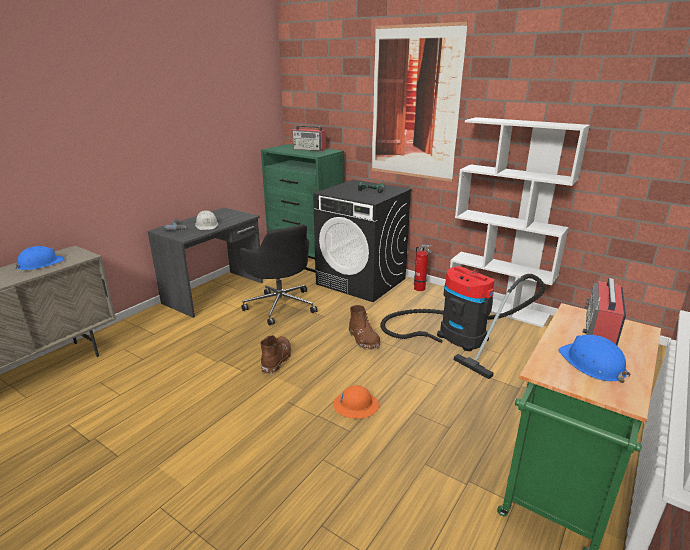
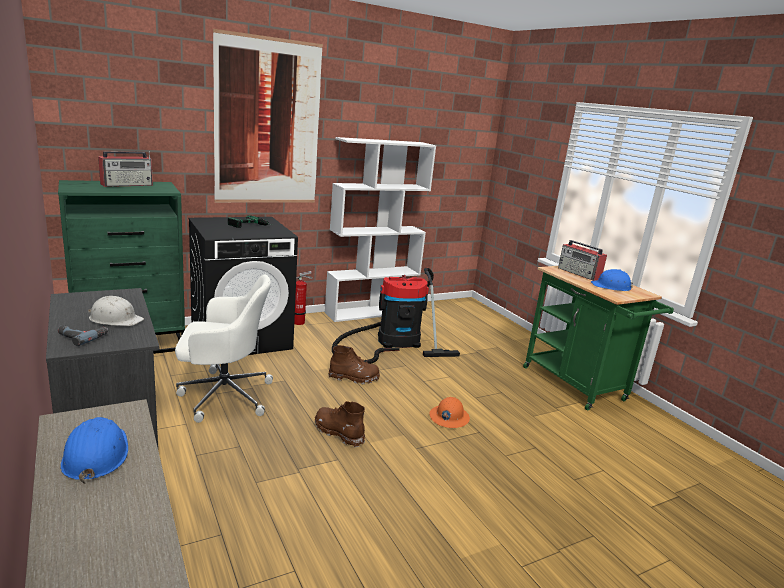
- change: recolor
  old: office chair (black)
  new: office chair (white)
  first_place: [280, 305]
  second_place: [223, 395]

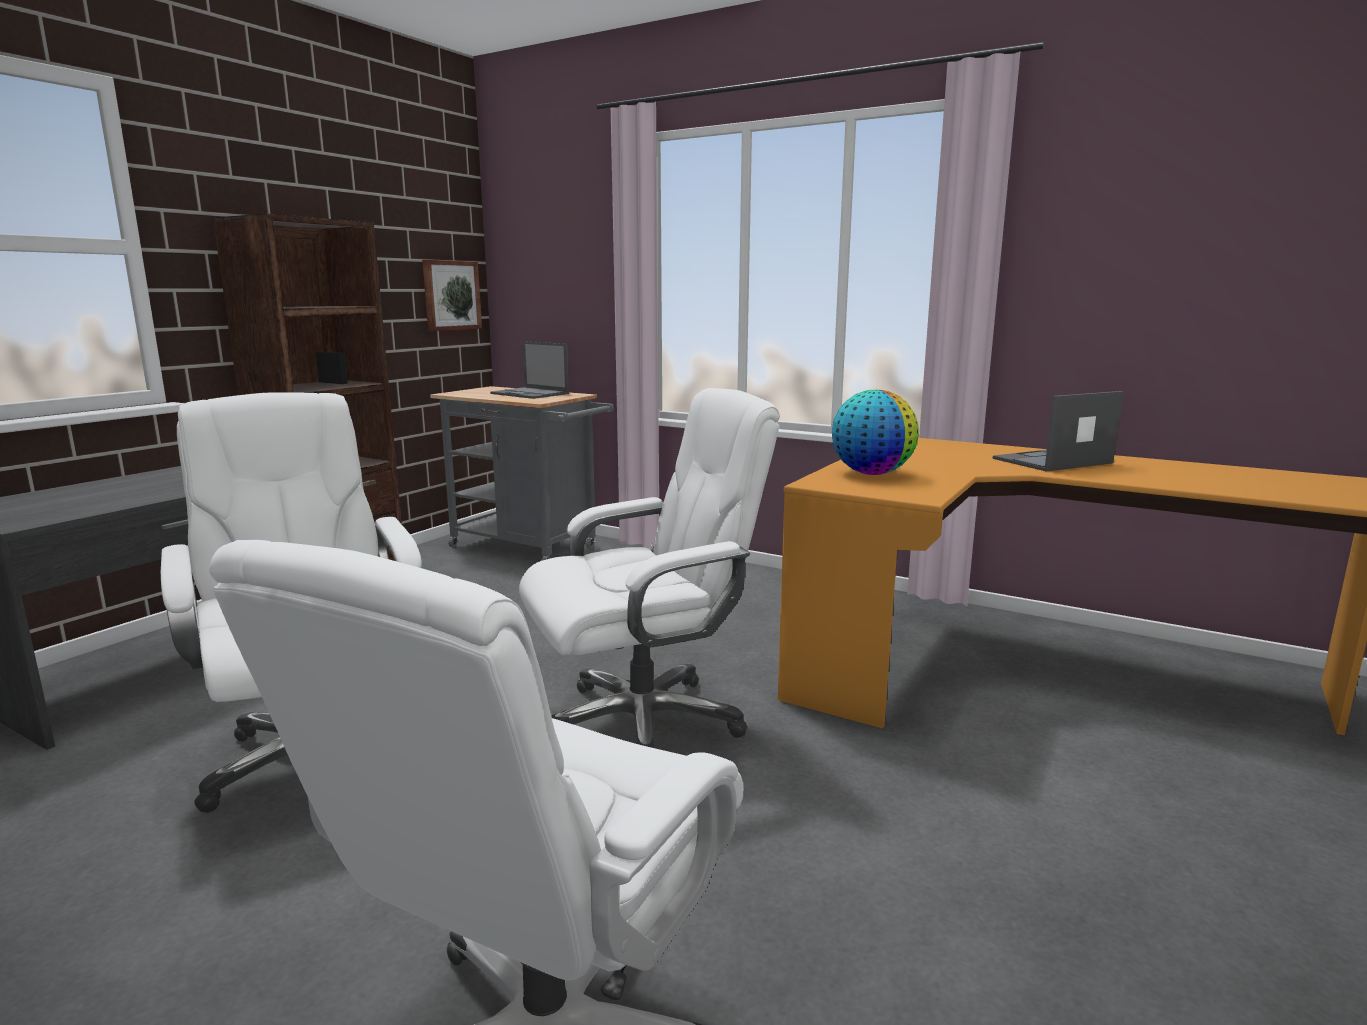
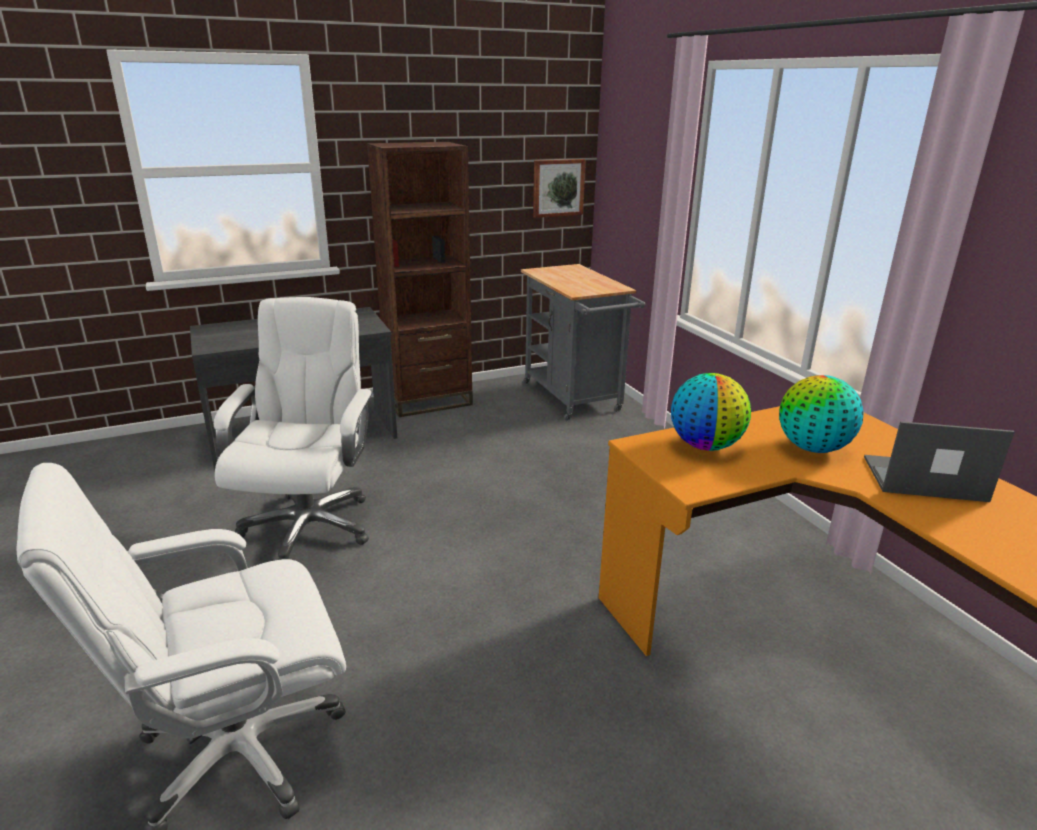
- change: delete
  old: laptop
  first_place: [530, 394]
- change: delete
  old: office chair (white)
  first_place: [644, 723]
- change: insert
  new: globe
  second_place: [812, 448]

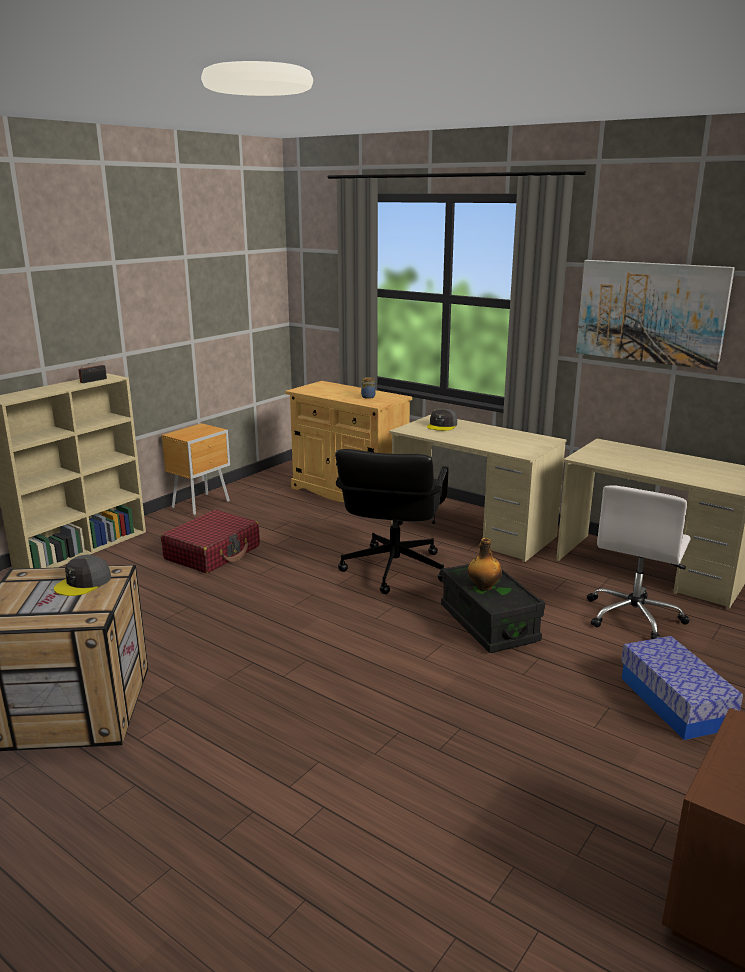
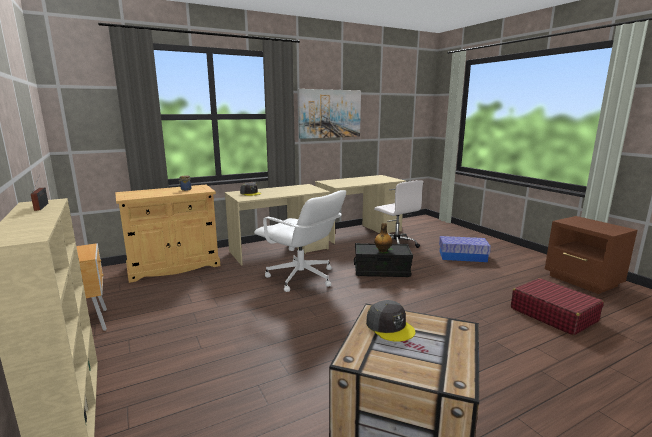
- change: recolor
  old: office chair (black)
  new: office chair (white)
  first_place: [393, 570]
  second_place: [301, 278]
- change: move
  old: suitcase (red)
  first_place: [213, 553]
  second_place: [553, 314]

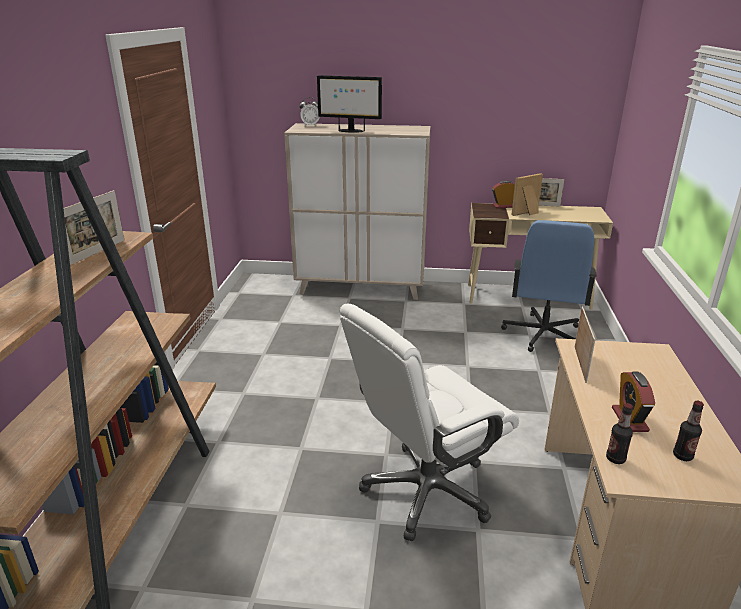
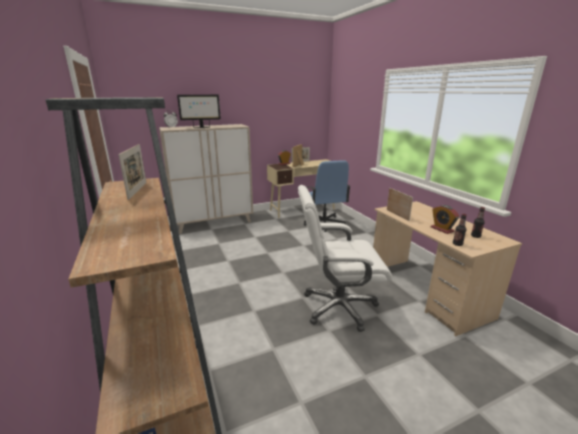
- change: rotate
  old: office chair (white)
  first_place: [426, 491]
  second_place: [338, 307]
  degrees: 60

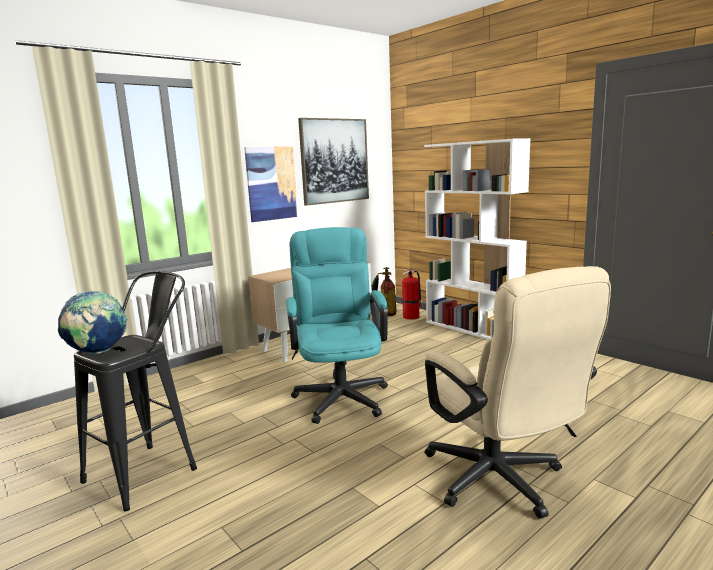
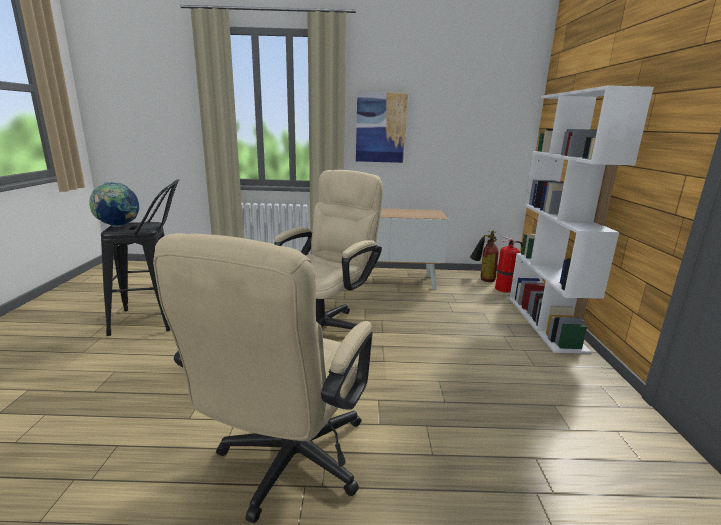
- change: delete
  old: picture
  first_place: [334, 161]
- change: recolor
  old: office chair (turquoise)
  new: office chair (beige)
  first_place: [340, 394]
  second_place: [326, 326]

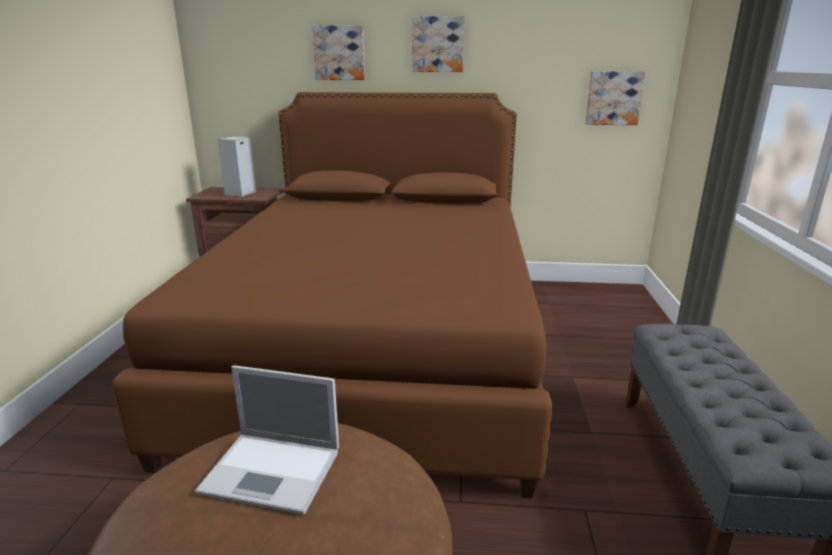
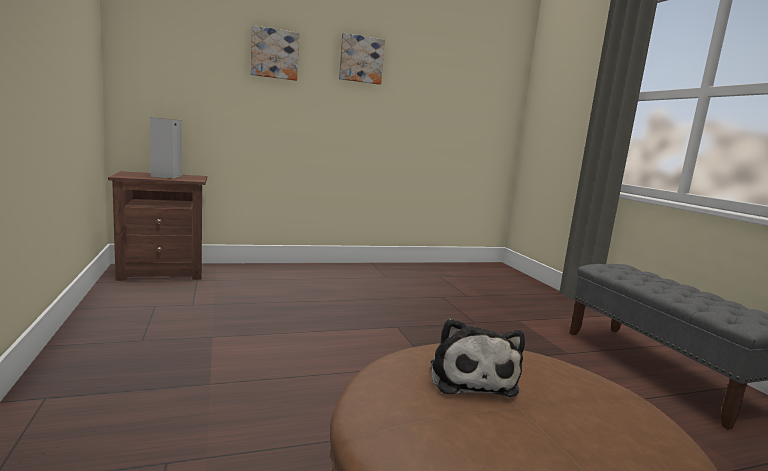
- change: delete
  old: picture
  first_place: [613, 98]
- change: delete
  old: bed (brown)
  first_place: [375, 348]
- change: replace
  old: laptop
  new: plush toy
  first_place: [274, 471]
  second_place: [471, 377]

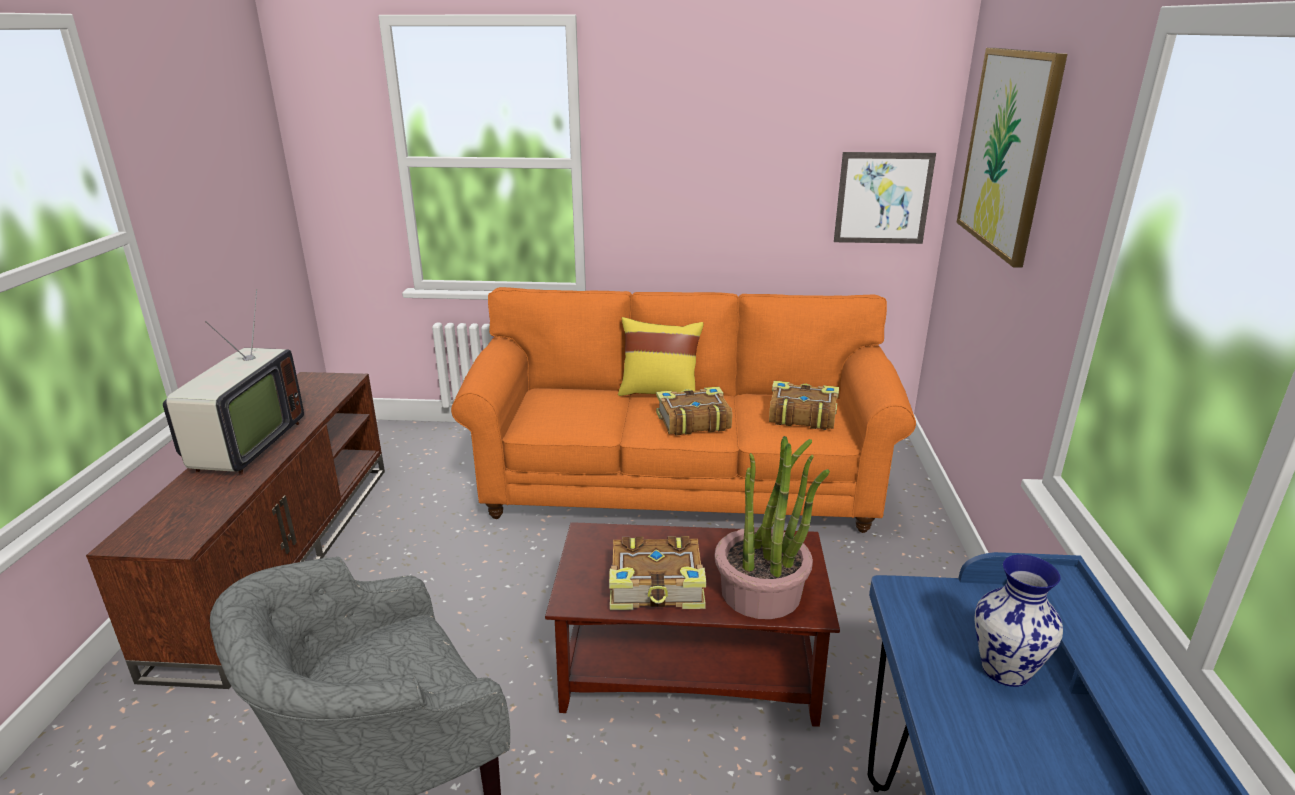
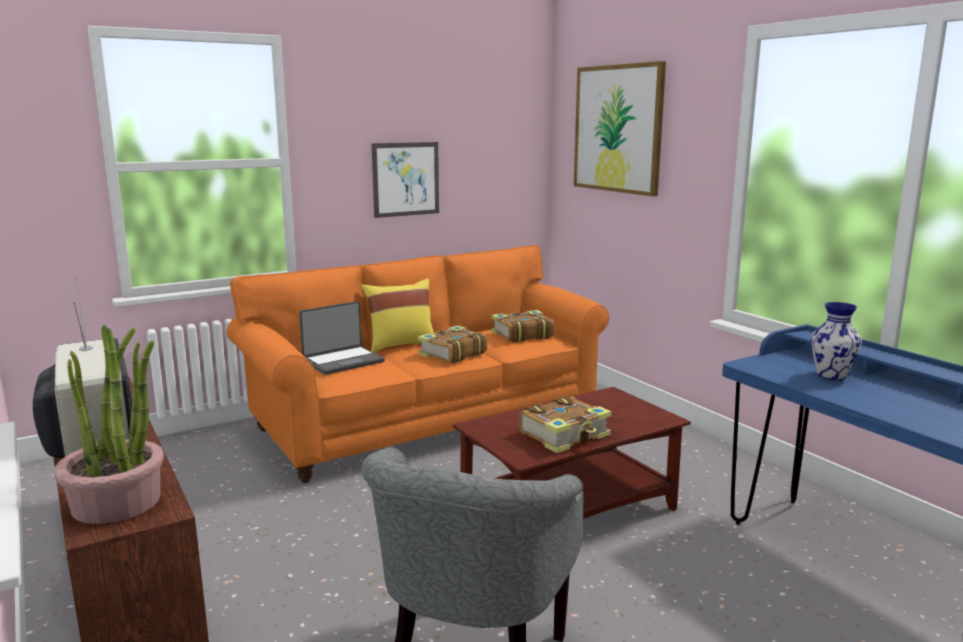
- change: move
  old: picture
  first_place: [883, 198]
  second_place: [406, 179]
- change: move
  old: potted plant
  first_place: [761, 592]
  second_place: [117, 502]
- change: insert
  new: laptop
  second_place: [343, 361]

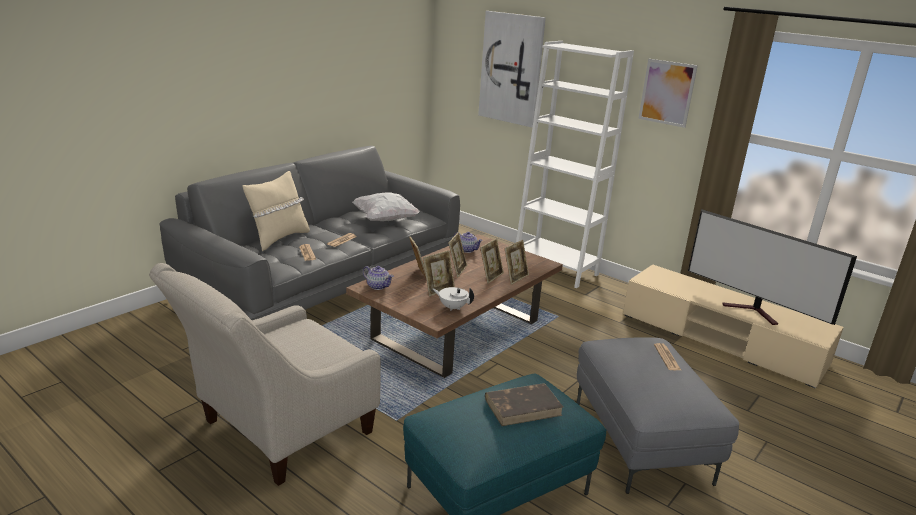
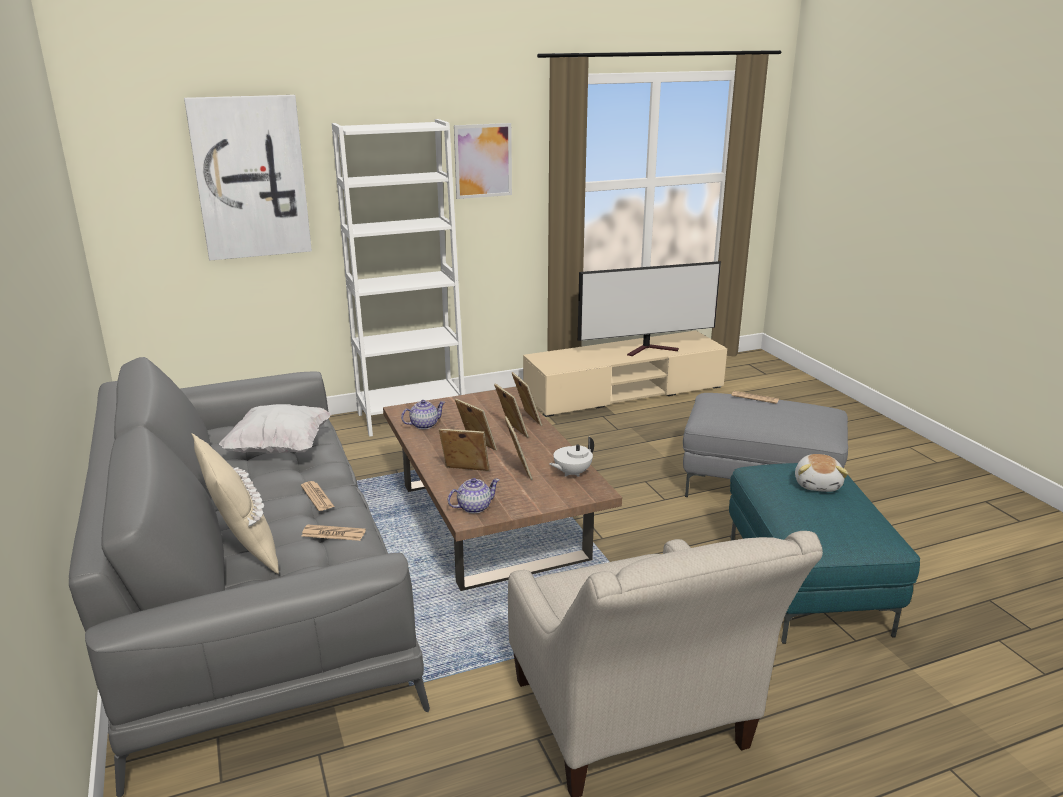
- change: replace
  old: book (brown)
  new: plush toy
  first_place: [523, 407]
  second_place: [818, 484]

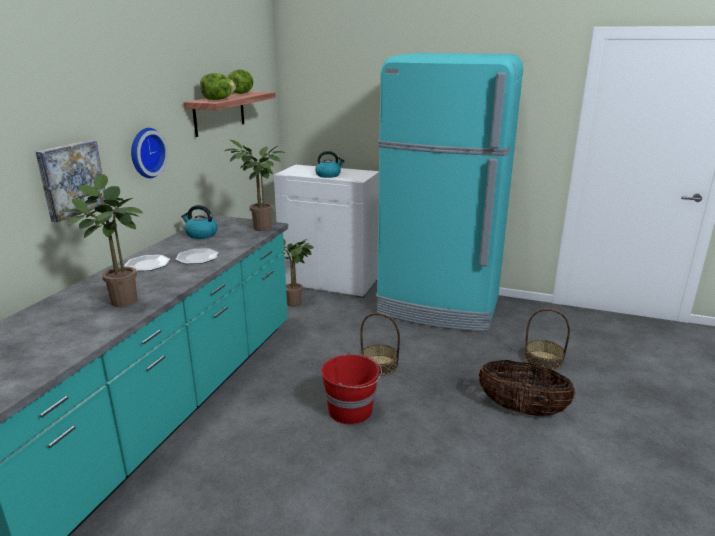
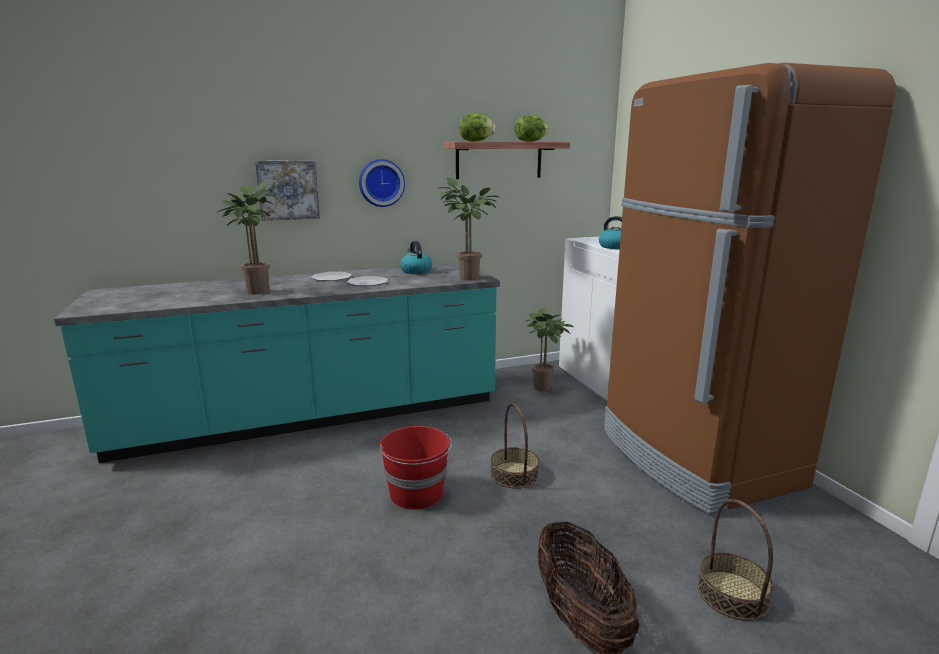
- change: recolor
  old: fridge (turquoise)
  new: fridge (brown)
  first_place: [439, 306]
  second_place: [696, 458]

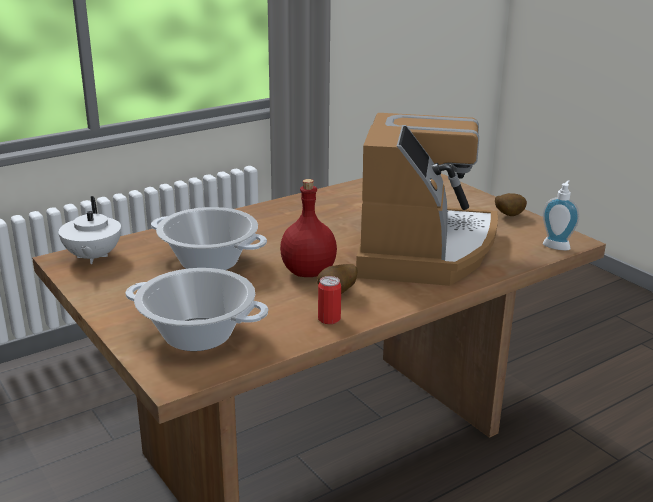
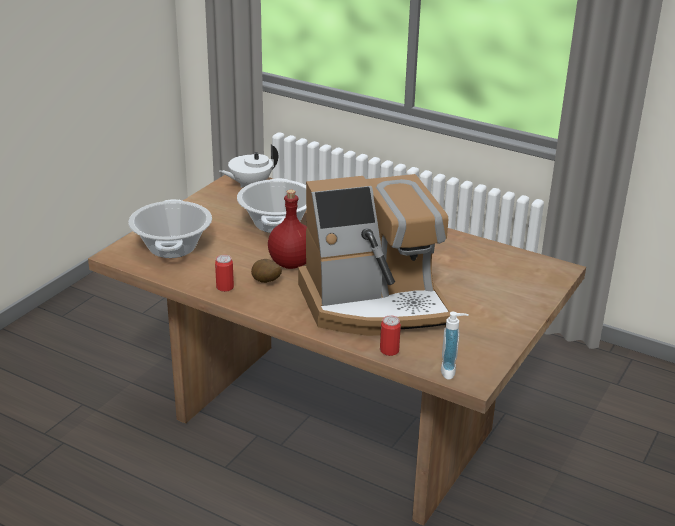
- change: delete
  old: potato
  first_place: [508, 215]
- change: insert
  new: can
  second_place: [389, 350]

